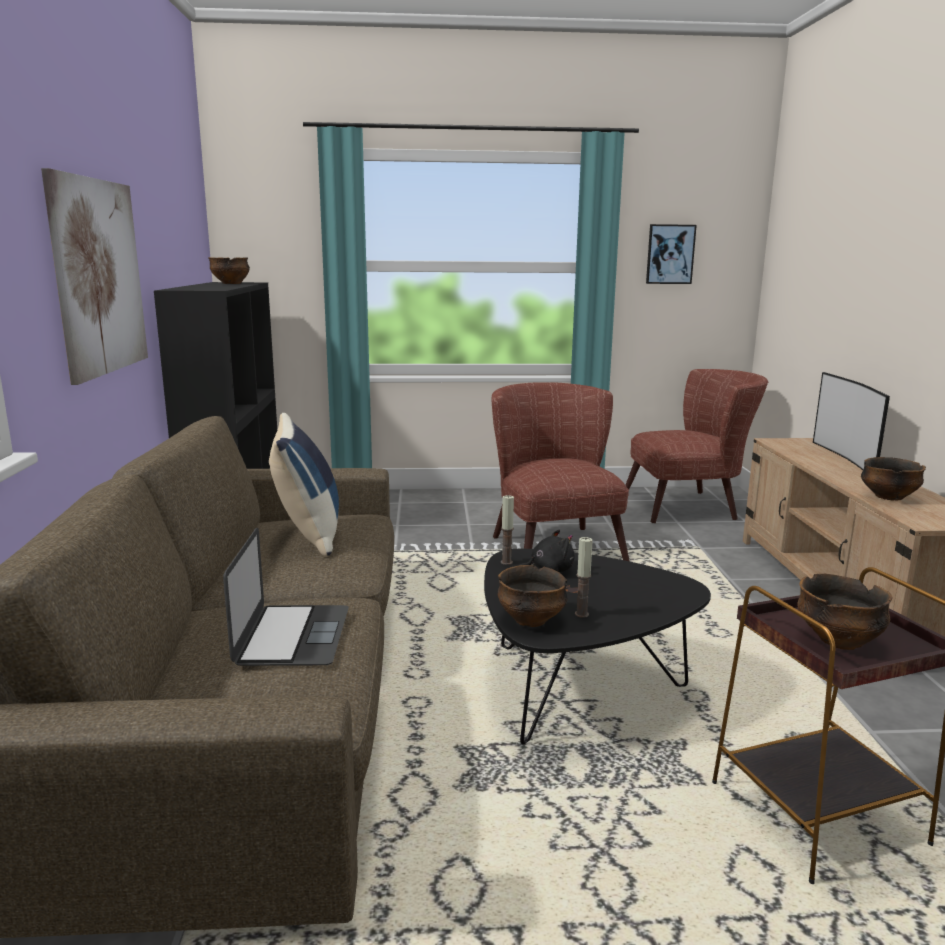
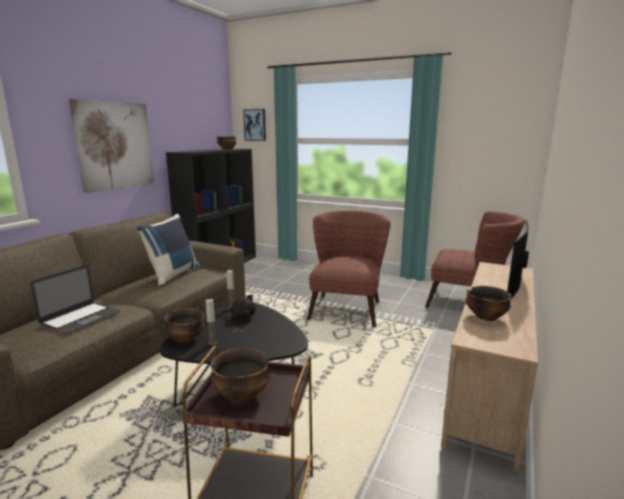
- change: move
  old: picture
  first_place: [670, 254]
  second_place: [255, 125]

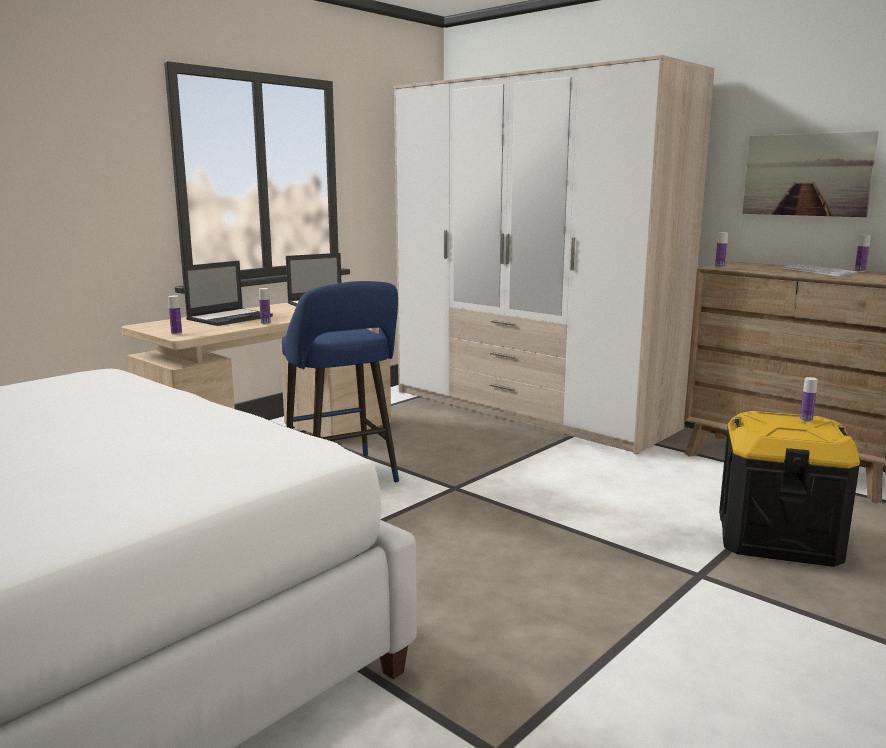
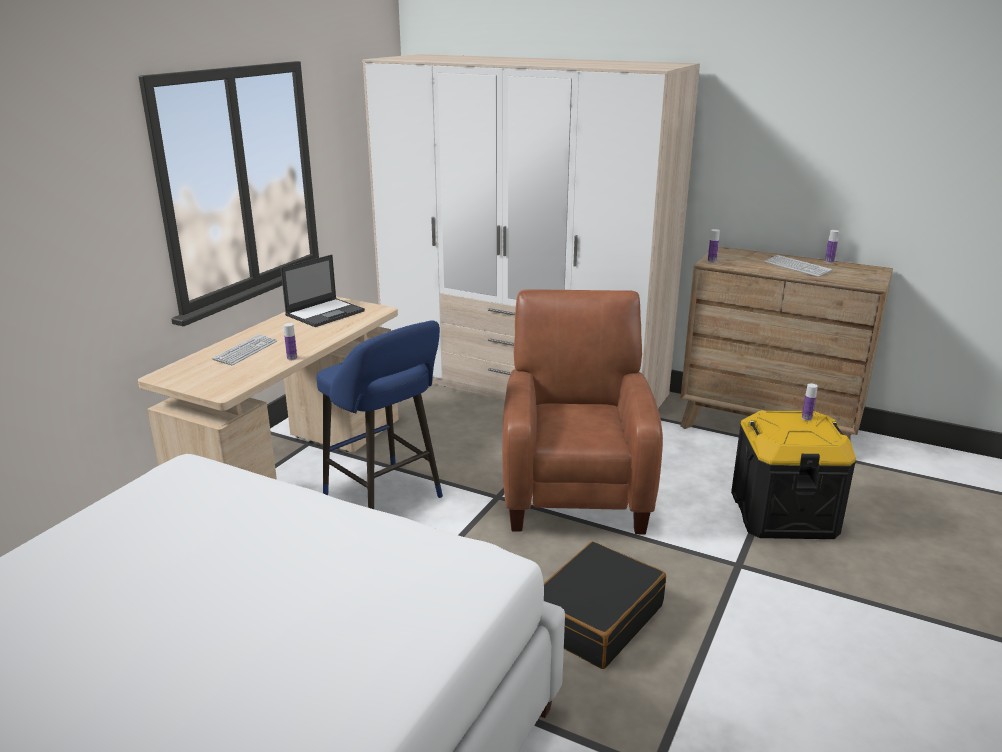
- change: delete
  old: picture
  first_place: [807, 175]
- change: replace
  old: laptop
  new: keyboard
  first_place: [230, 318]
  second_place: [246, 351]
- change: delete
  old: bottle
  first_place: [176, 333]
- change: insert
  new: armchair (brown)
  second_place: [575, 487]
- change: insert
  new: suitcase (black)
  second_place: [595, 617]

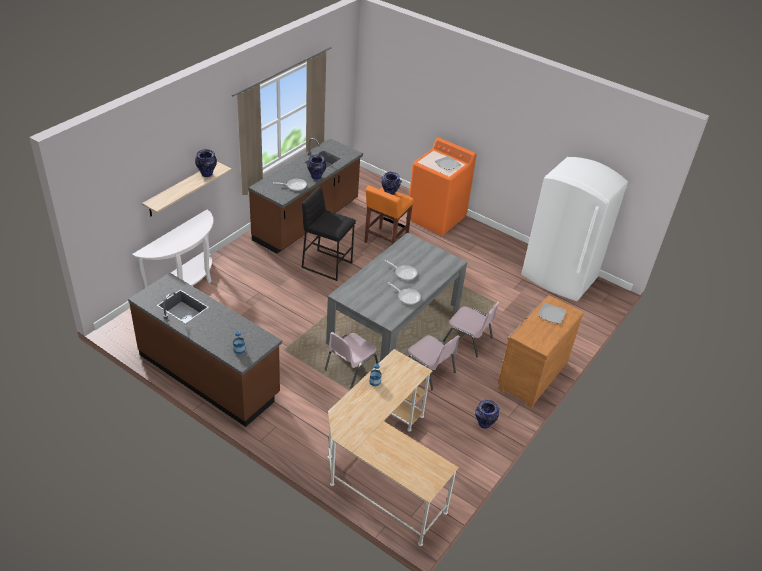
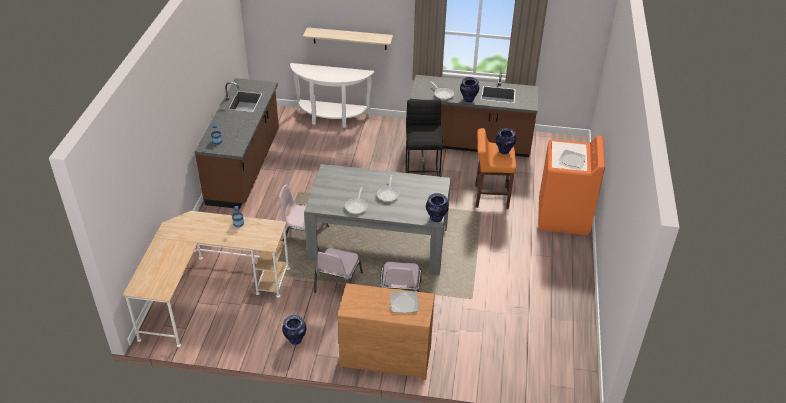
- change: move
  old: vase
  first_place: [207, 174]
  second_place: [436, 219]
- change: delete
  old: fridge (white)
  first_place: [559, 278]

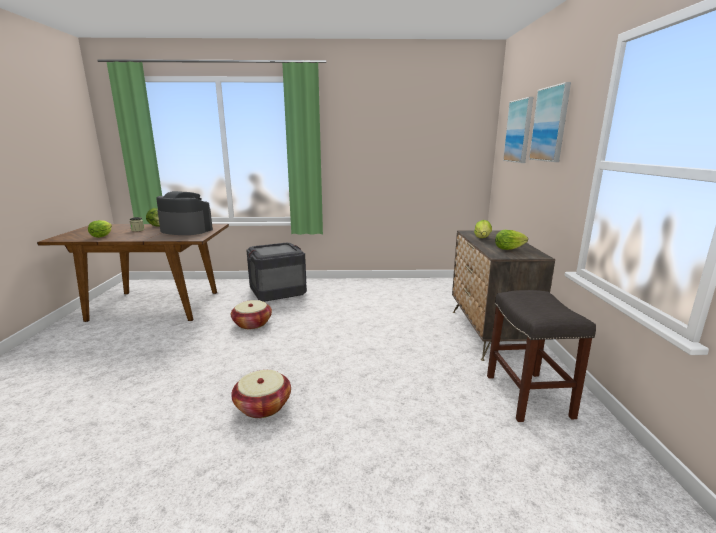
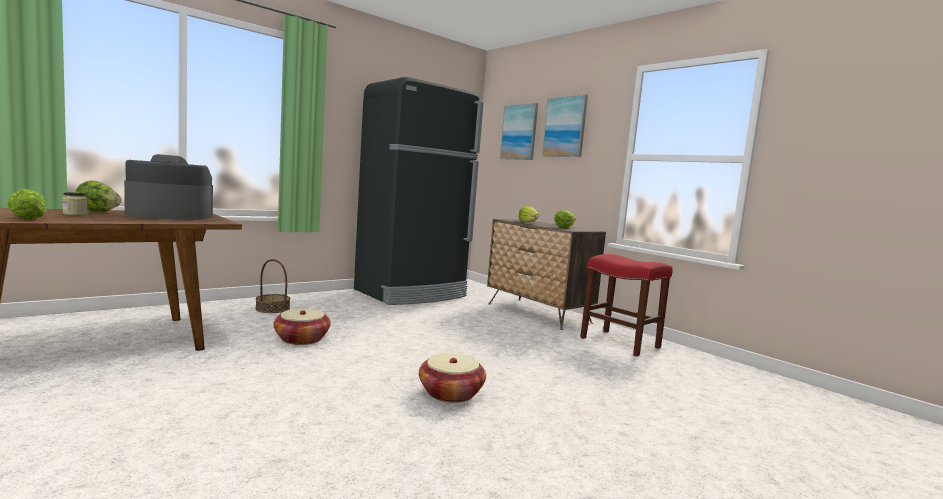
- change: replace
  old: crate
  new: basket
  first_place: [277, 291]
  second_place: [272, 309]
- change: recolor
  old: stool (grey)
  new: stool (red)
  first_place: [529, 396]
  second_place: [621, 343]
- change: insert
  new: fridge (black)
  second_place: [411, 294]

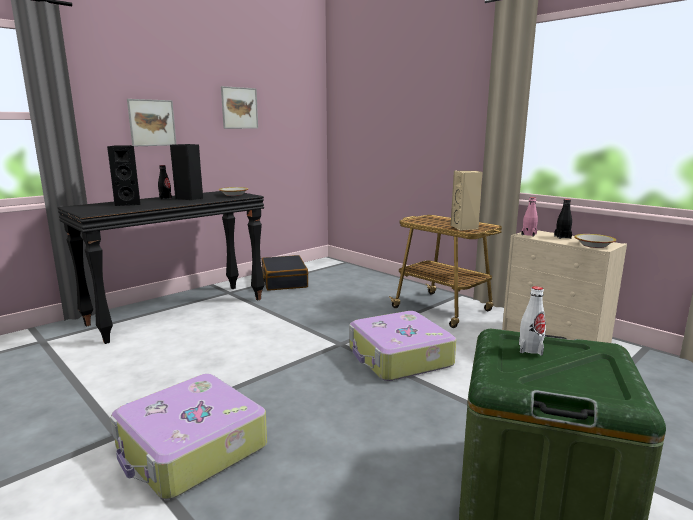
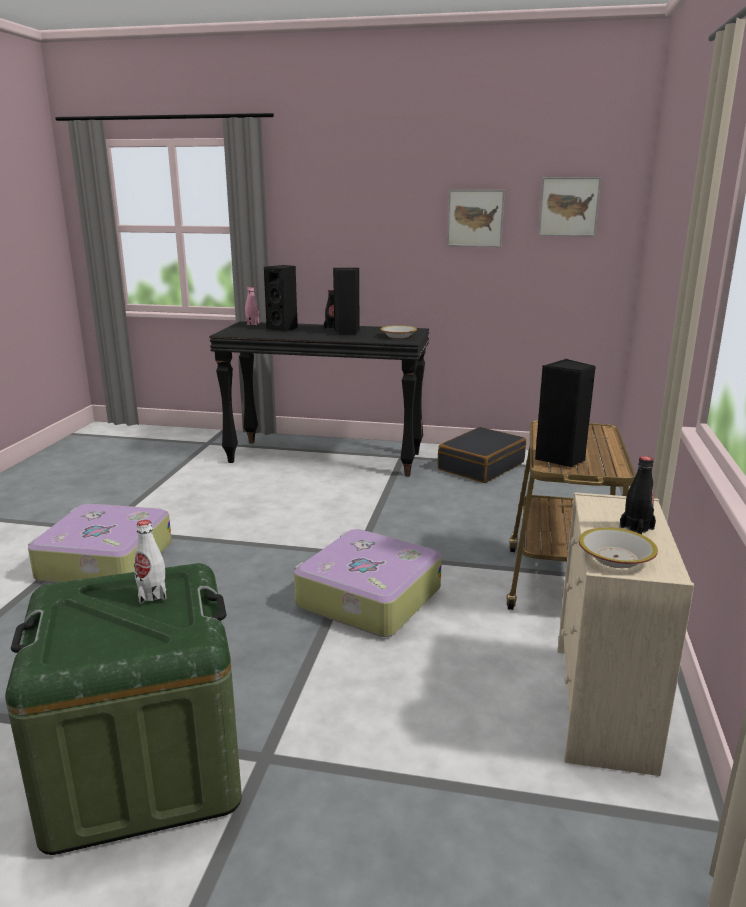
- change: move
  old: picture
  first_place: [152, 123]
  second_place: [569, 206]
- change: recolor
  old: speaker (beige)
  new: speaker (black)
  first_place: [464, 228]
  second_place: [561, 459]
- change: move
  old: bottle (pink)
  first_place: [529, 234]
  second_place: [252, 324]

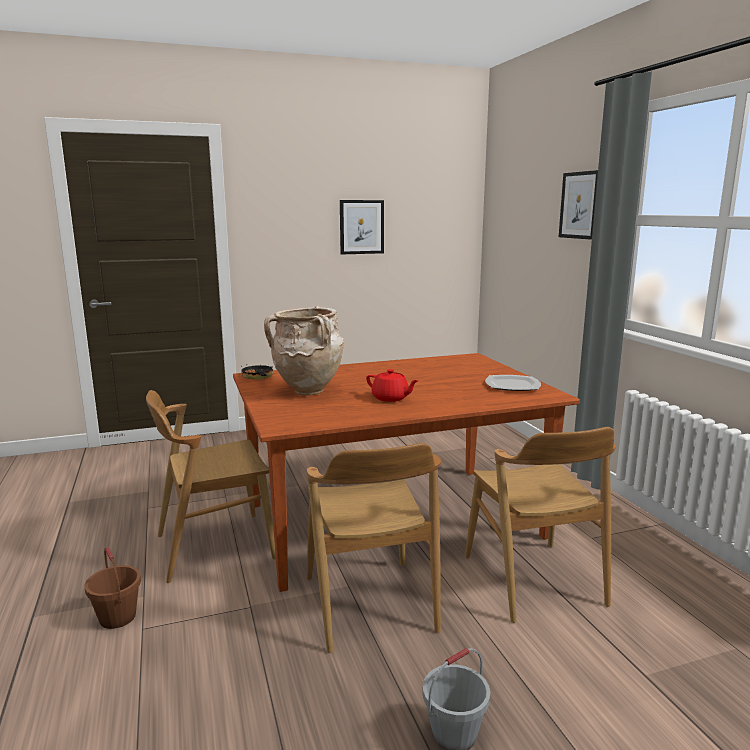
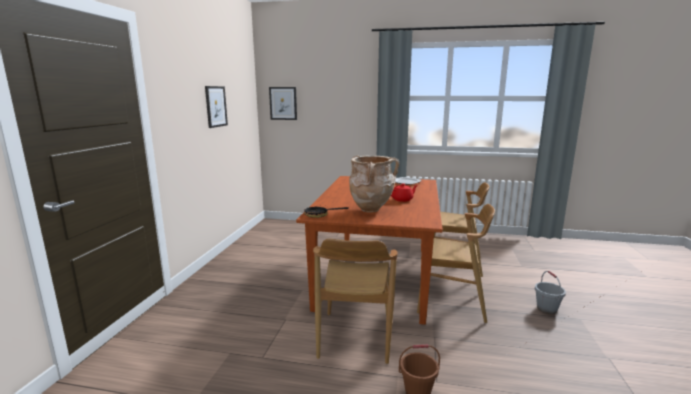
- change: move
  old: picture
  first_place: [580, 205]
  second_place: [283, 103]

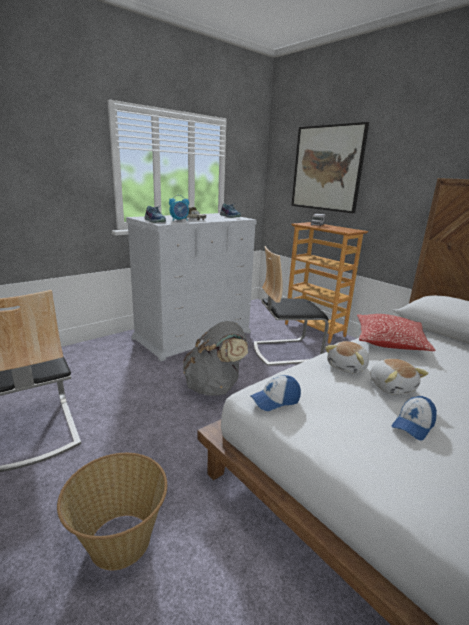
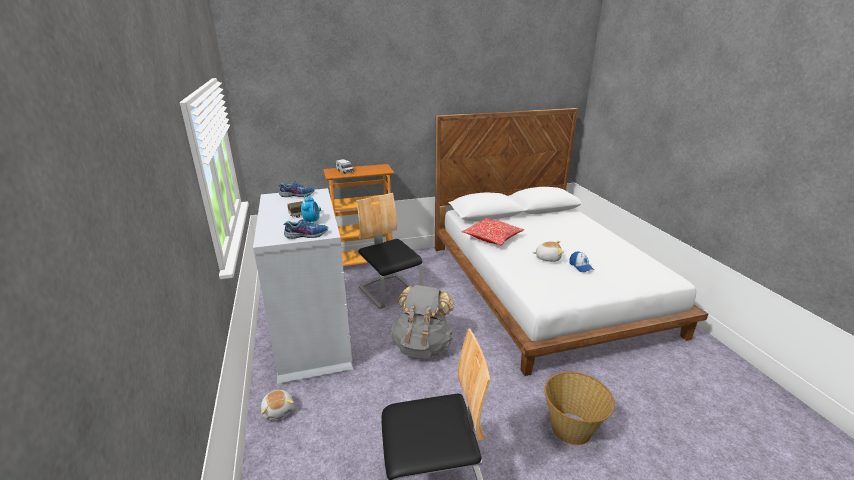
- change: delete
  old: picture
  first_place: [327, 168]
- change: rotate
  old: chair
  first_place: [285, 351]
  second_place: [390, 291]
  degrees: 135
- change: move
  old: plush toy
  first_place: [348, 367]
  second_place: [278, 410]
- change: delete
  old: cap
  first_place: [275, 400]

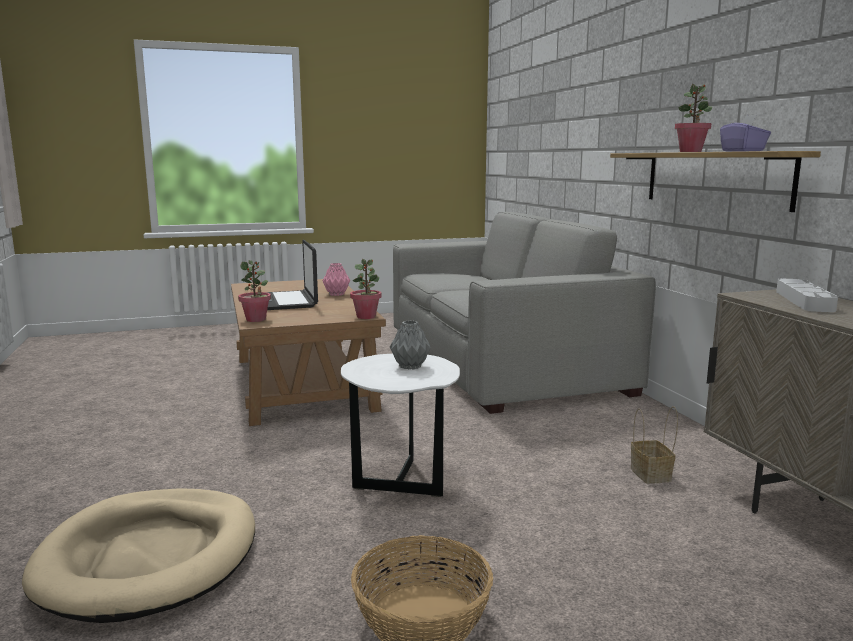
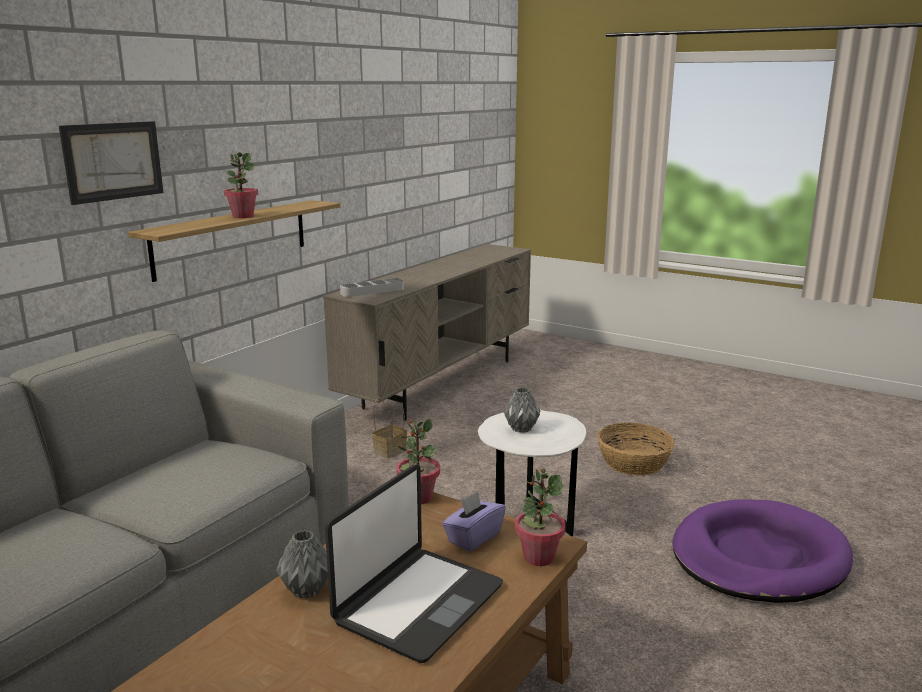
- change: move
  old: tissue box (purple)
  first_place: [743, 151]
  second_place: [473, 537]
- change: recolor
  old: vase (pink)
  new: vase (grey)
  first_place: [337, 294]
  second_place: [307, 589]
- change: recolor
  old: dog bed (beige)
  new: dog bed (purple)
  first_place: [150, 558]
  second_place: [758, 557]
- change: insert
  new: picture
  second_place: [113, 161]

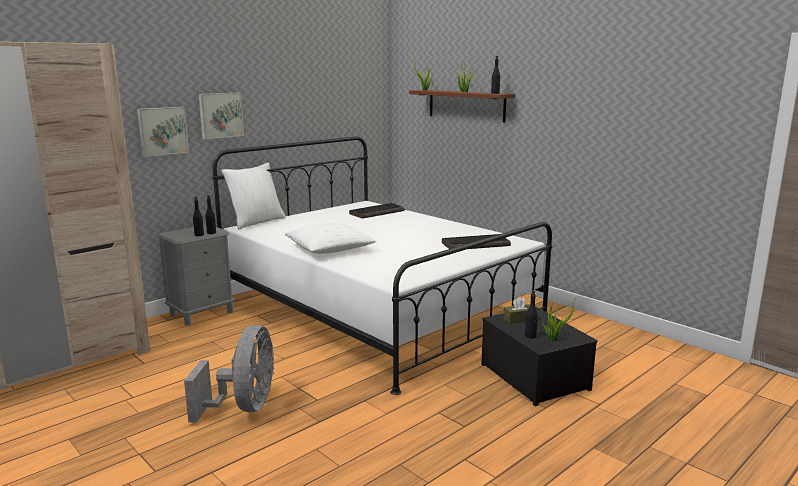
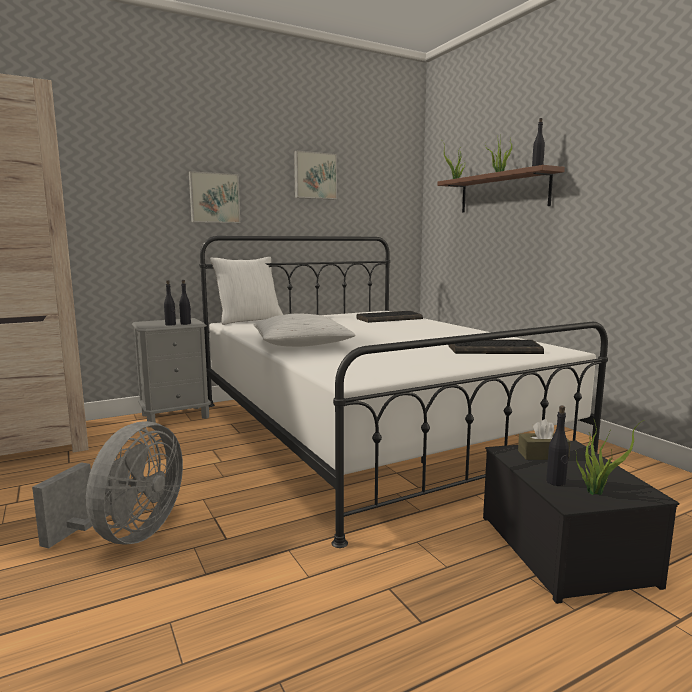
- change: move
  old: picture
  first_place: [162, 131]
  second_place: [314, 176]

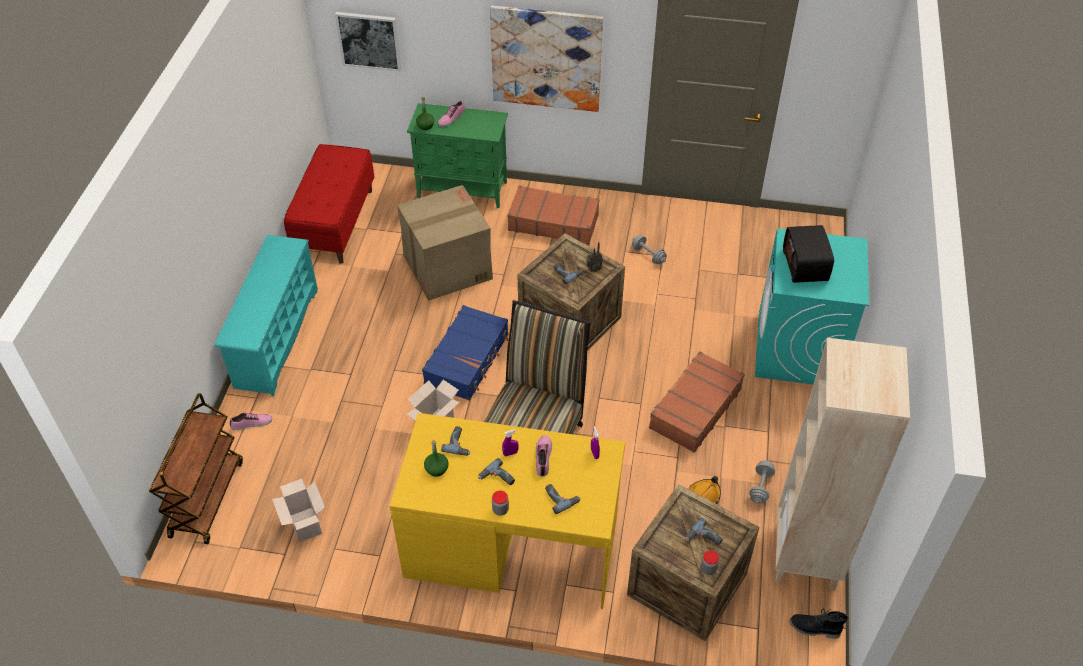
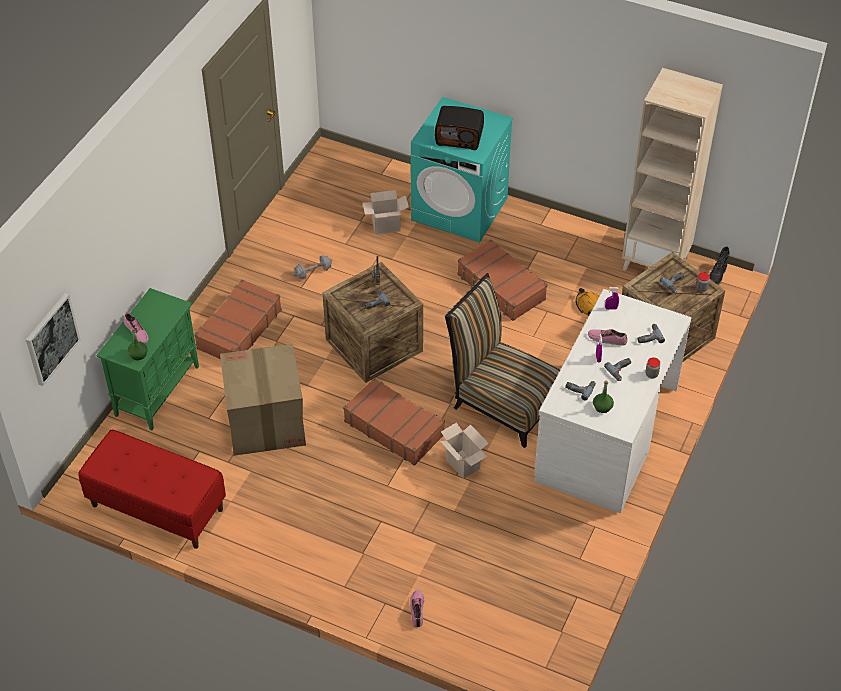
- change: delete
  old: picture
  first_place: [546, 58]
- change: delete
  old: shoe rack (turquoise)
  first_place: [275, 337]
- change: recolor
  old: suitcase (blue)
  new: suitcase (brown)
  first_place: [467, 360]
  second_place: [394, 428]
- change: delete
  old: cart (brown)
  first_place: [206, 498]
- change: recolor
  old: desk (yellow)
  new: desk (white)
  first_place: [511, 545]
  second_place: [606, 435]
- change: delete
  old: dumbbell (grey)
  first_place: [760, 487]
- change: move
  old: cardboard box
  first_place: [304, 524]
  second_place: [385, 227]

